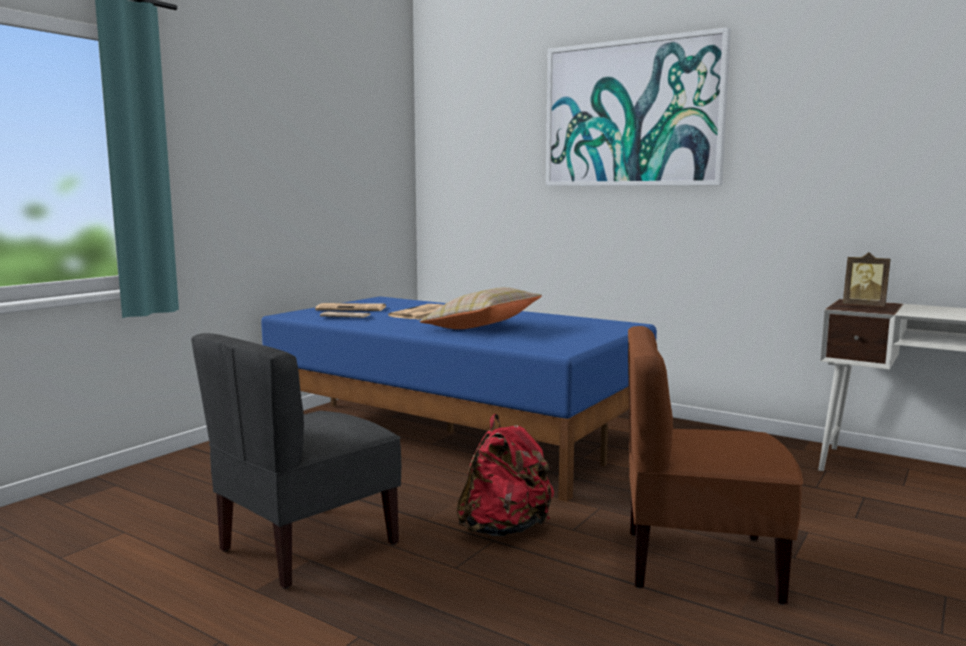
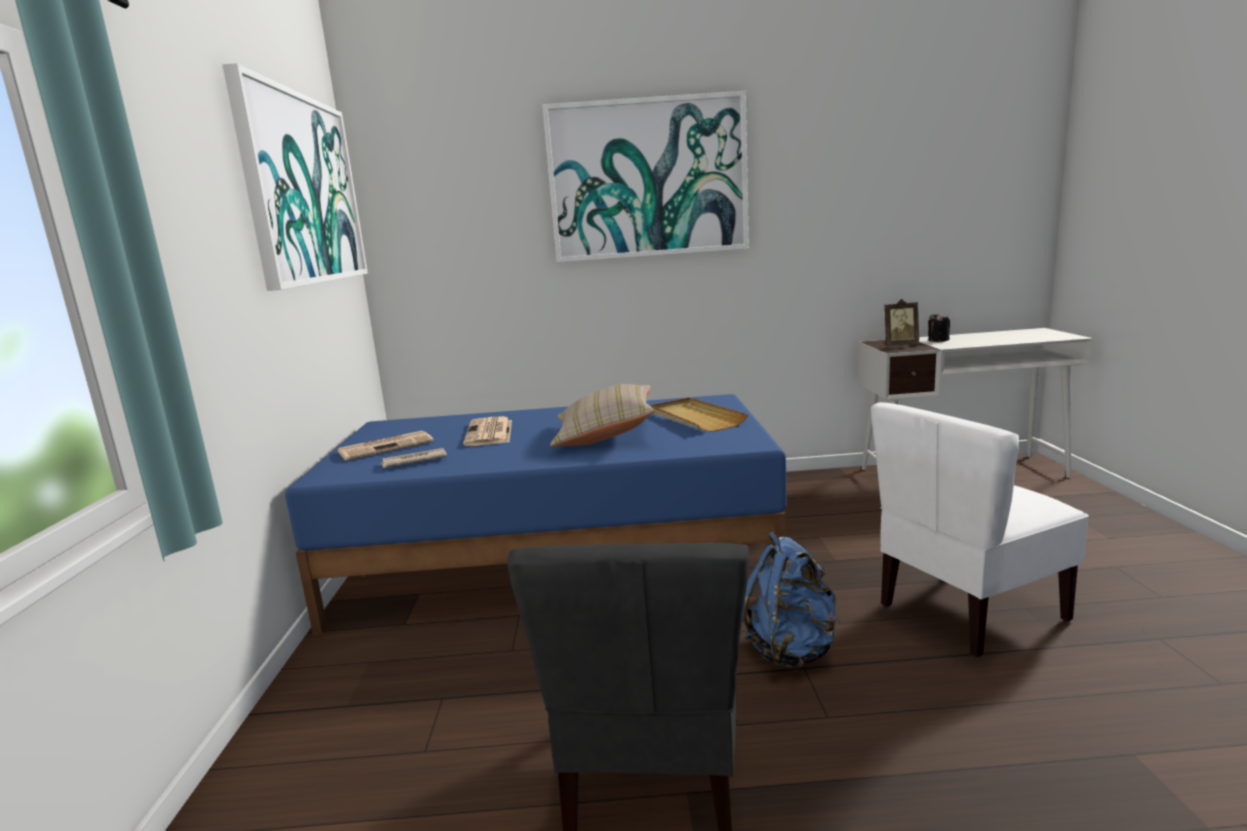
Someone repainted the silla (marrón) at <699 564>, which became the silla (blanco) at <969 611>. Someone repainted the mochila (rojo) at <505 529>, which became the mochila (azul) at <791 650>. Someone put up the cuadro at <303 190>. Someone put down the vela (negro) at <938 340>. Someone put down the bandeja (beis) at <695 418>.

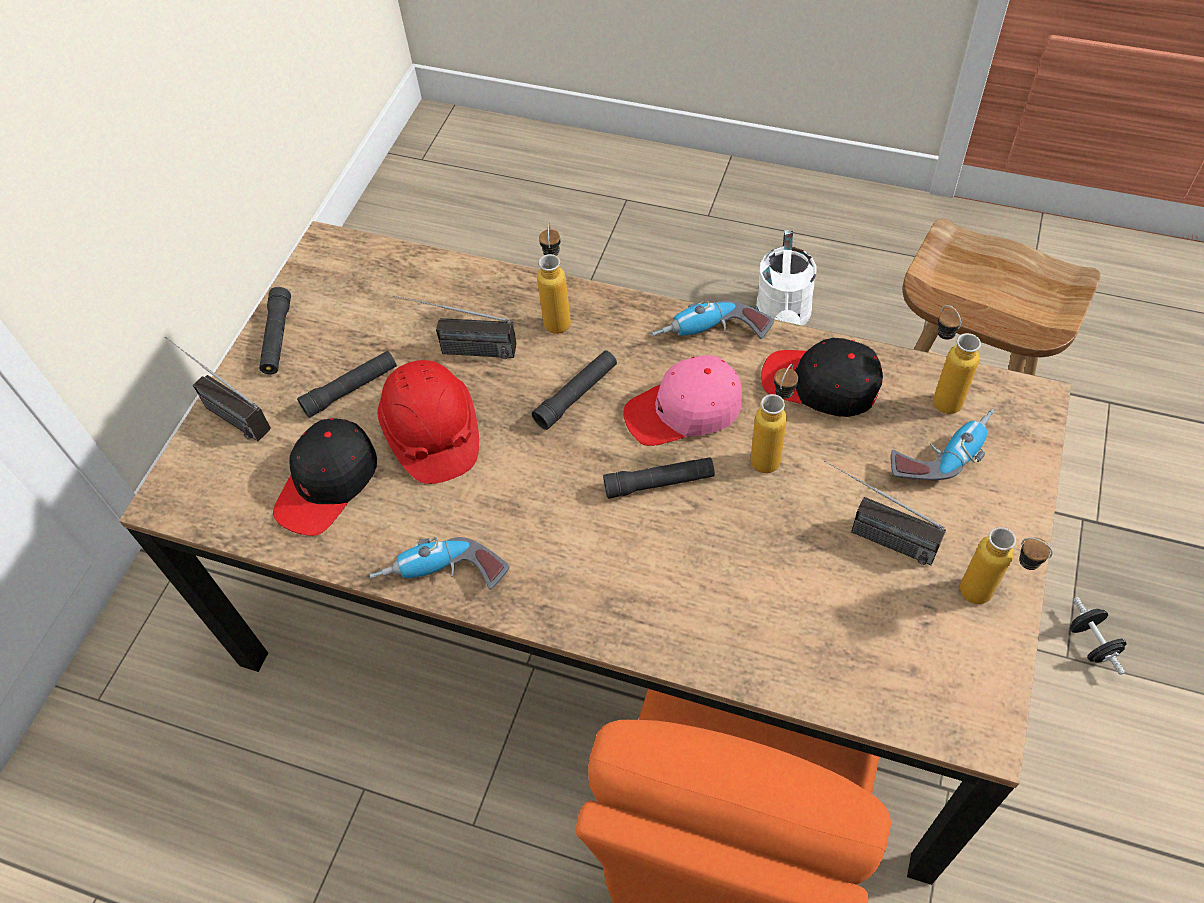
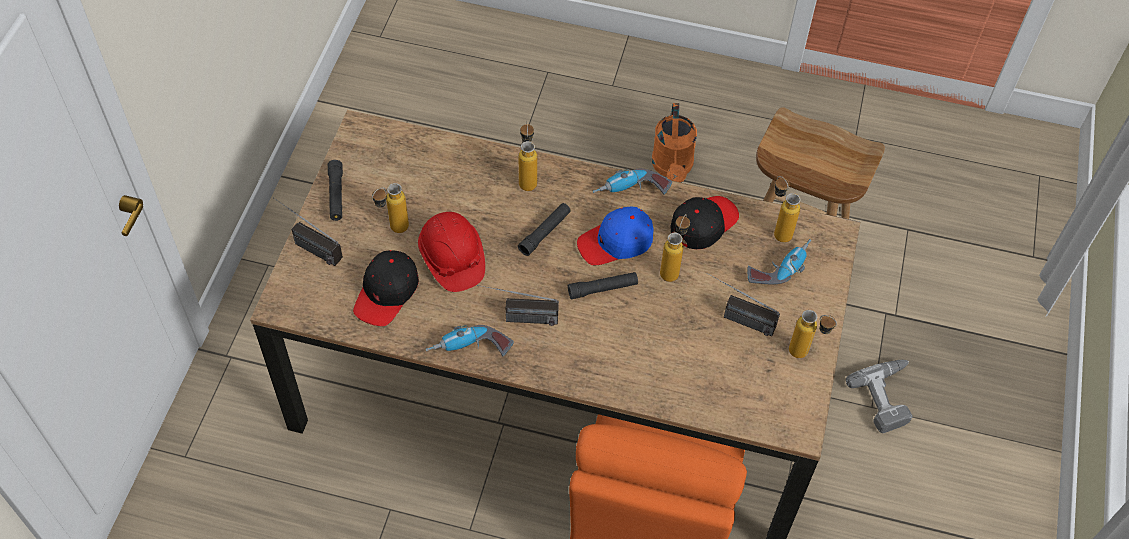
Someone repainted the regadera (blanco) at <783 319>, which became the regadera (naranja) at <672 168>. Someone carried the radio from <459 349> to <517 318>. Someone rotated the gorra (negro) at <821 384> by 120 degrees clockwise. Someone swapped the linterna (negro) at <351 389> for the botella at <393 230>. Someone repainted the gorra (rosa) at <684 411>, which became the gorra (azul) at <616 242>. Someone swapped the mancuerna (negro) at <1091 643> for the taladro at <888 397>.

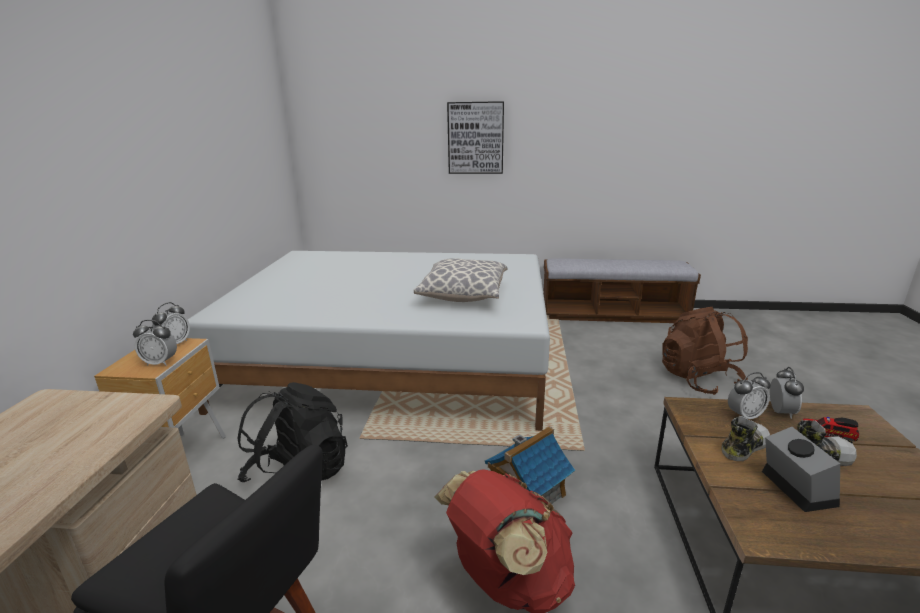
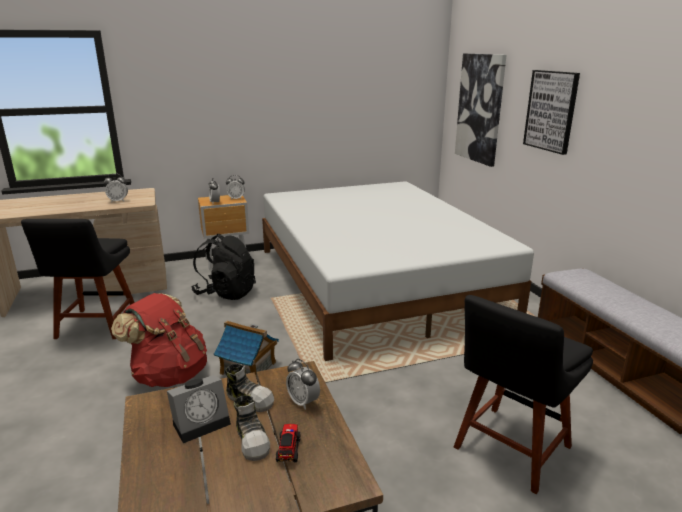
Someone took away the cojín at <463 296>. Someone swapped the mochila (marrón) at <698 379> for the silla (negro) at <509 450>. Someone carried the despertador from <780 412> to <118 201>. Someone put up the cuadro at <480 108>.

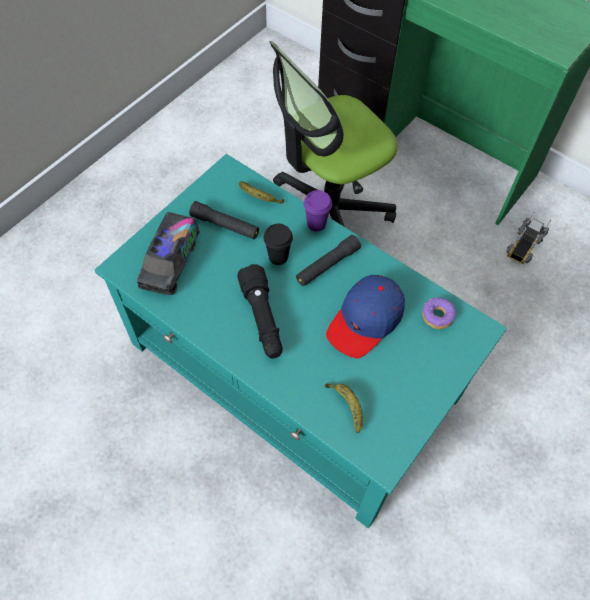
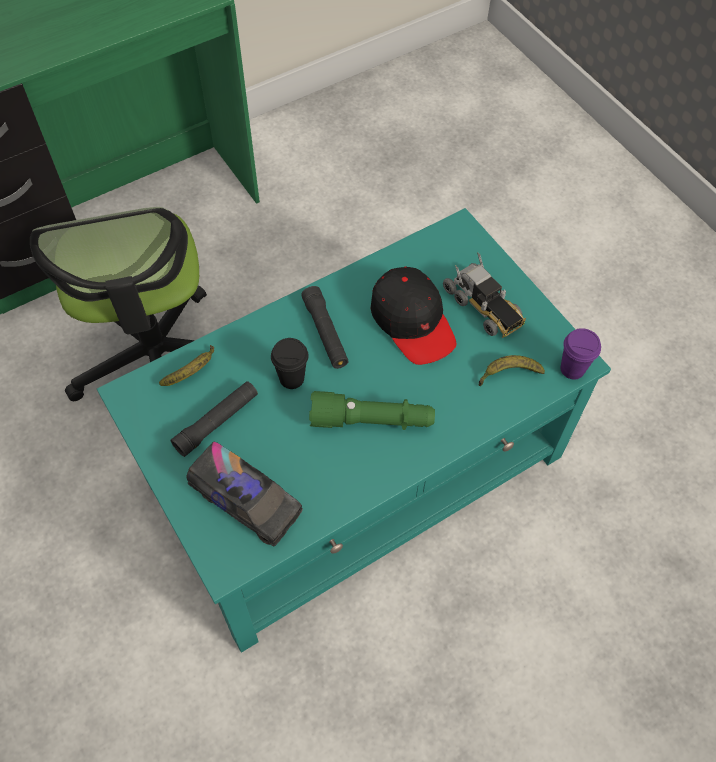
Someone carried the taza (morado) from <316 224> to <572 369>. Someone carried the camión de juguete from <524 245> to <483 307>. Someone repainted the linterna (negro) at <262 319>, which became the linterna (verde) at <372 421>. Someone repainted the gorra (azul) at <365 321>, which became the gorra (negro) at <412 322>. Someone took away the rosquilla at <437 316>.

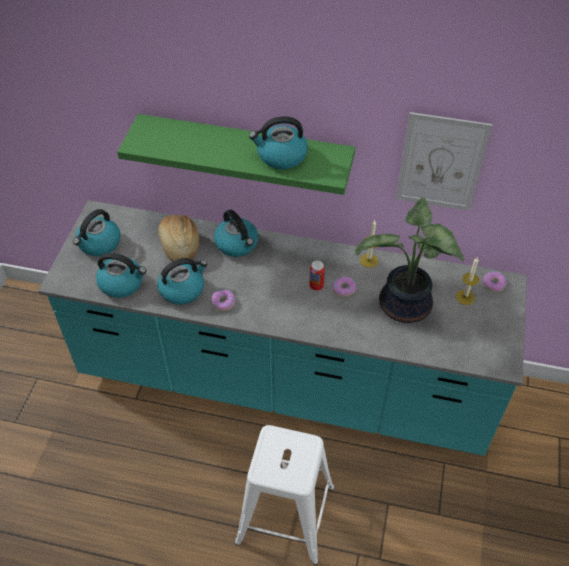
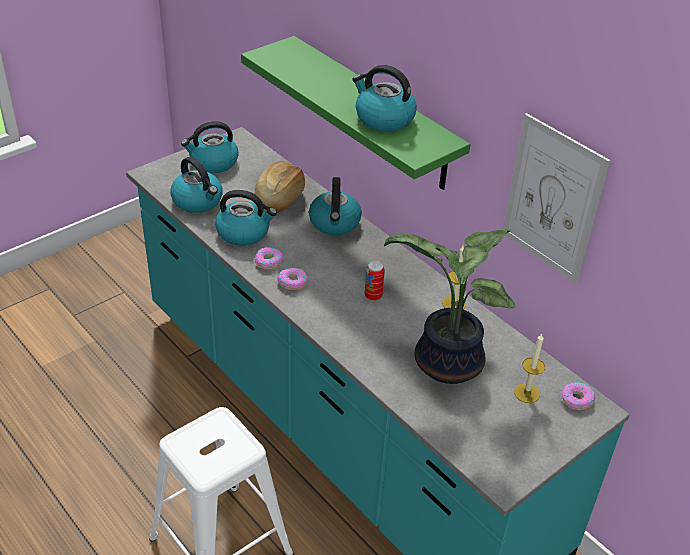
Someone carried the rosquilla from <343 289> to <292 282>.

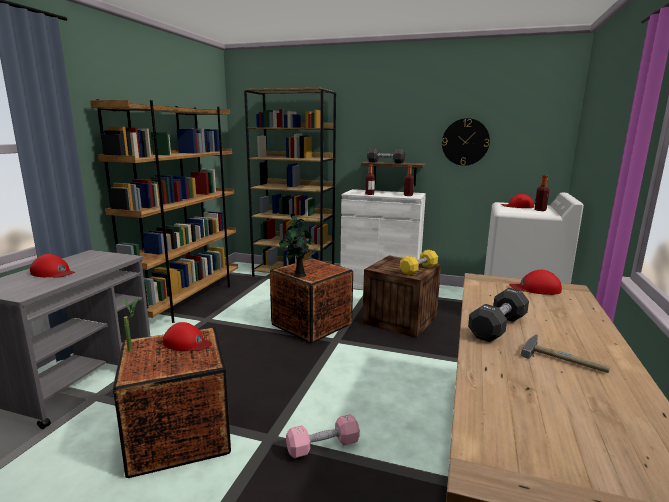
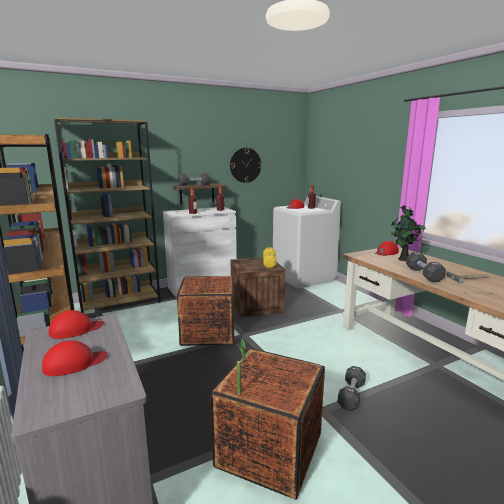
Someone carried the planta en maceta from <298 275> to <403 259>. Someone carried the gorra (rojo) from <187 343> to <76 329>. Someone repainted the mancuerna (rosa) at <323 446>, which became the mancuerna (negro) at <351 395>.

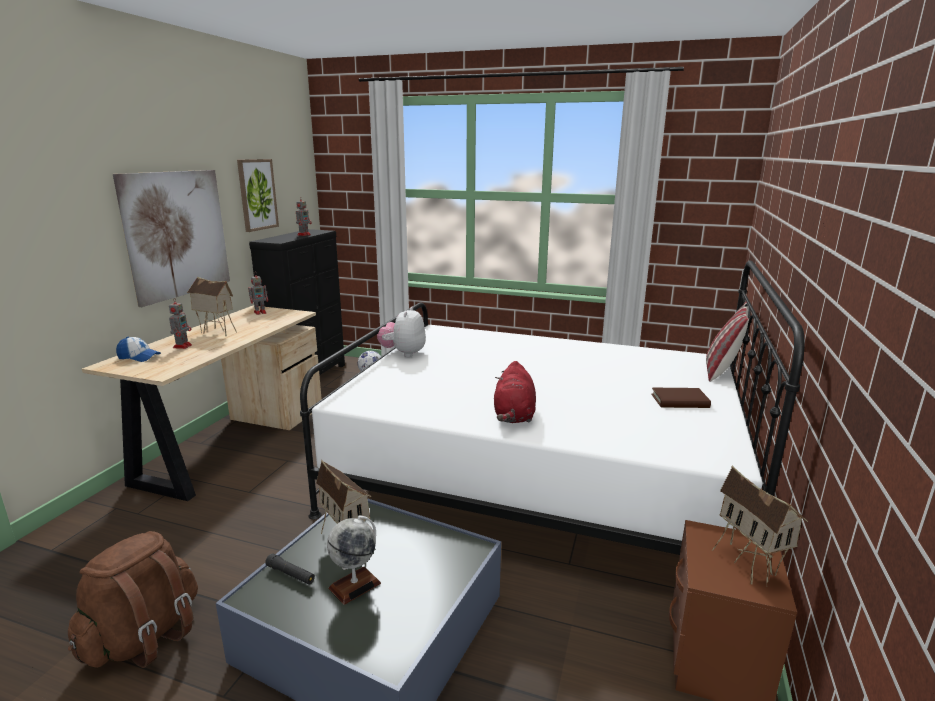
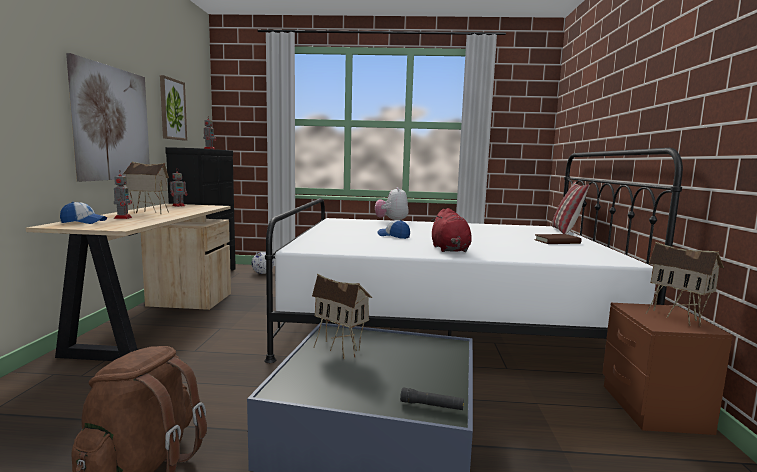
Someone carried the peluche from <403 353> to <391 221>. Someone took away the globo terráqueo at <355 585>. Someone carried the linterna (negro) from <290 574> to <431 405>. Someone put down the gorra at <393 236>.

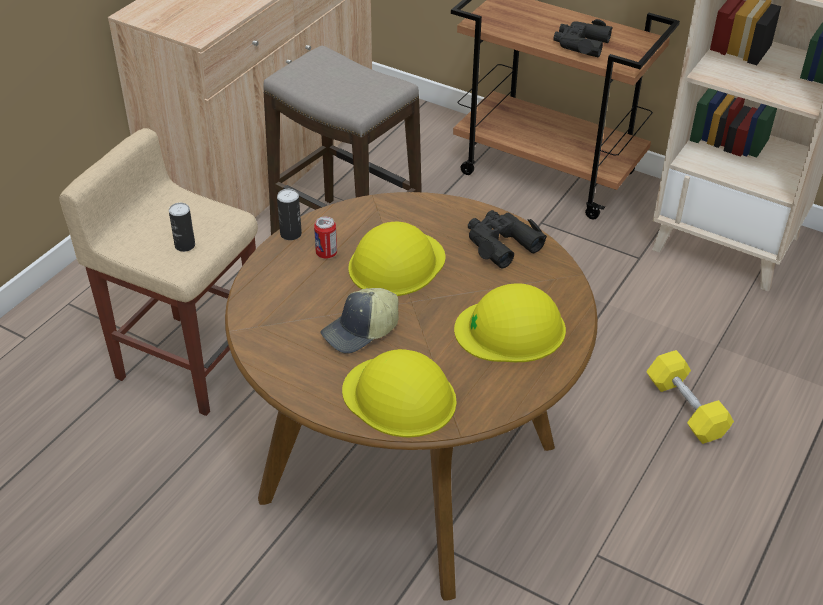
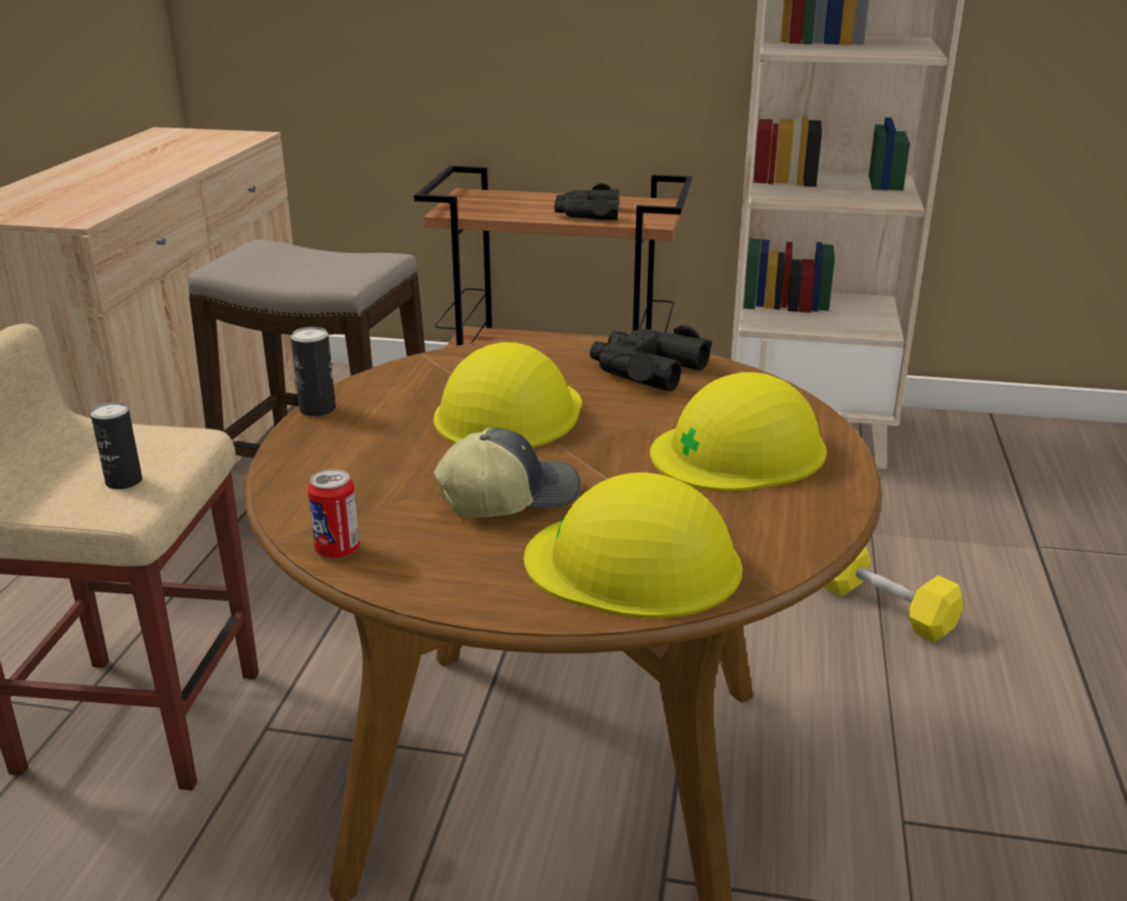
Someone carried the lata from <326 253> to <337 550>. Someone rotated the gorra at <361 331> by 150 degrees counterclockwise.

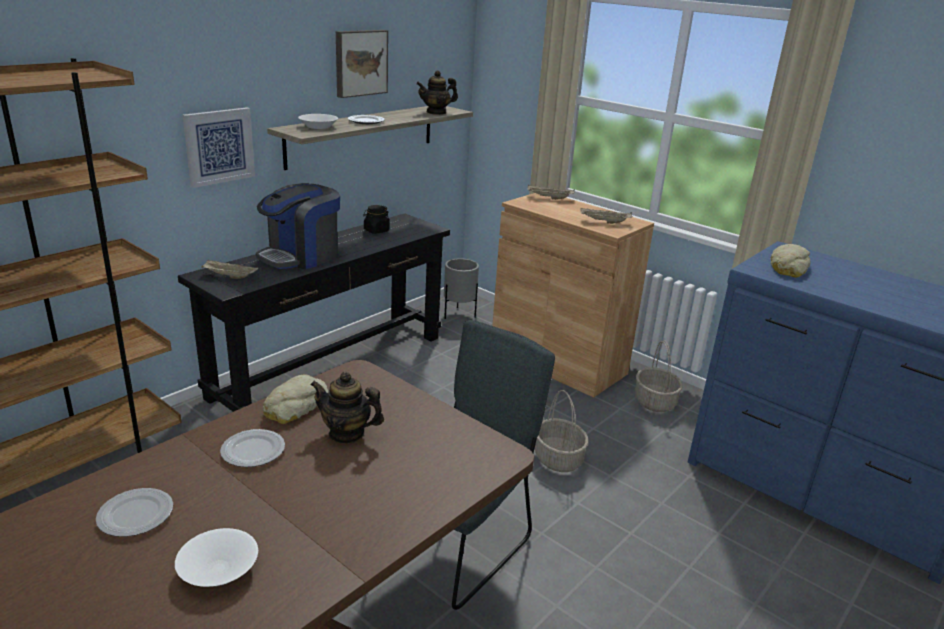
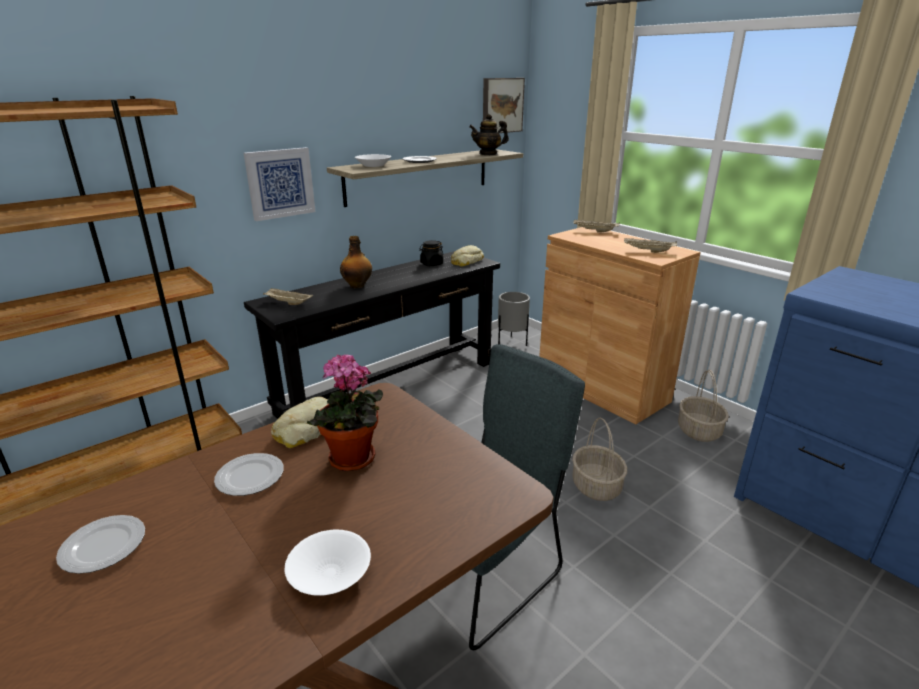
Someone carried the cuadro from <360 62> to <501 105>. Someone swapped the cafetera at <301 256> for the botella at <357 286>. Someone carried the pan from <788 267> to <466 261>. Someone swapped the tetera at <347 433> for the planta en maceta at <352 461>. Someone carried the cuenco (blanco) from <219 570> to <331 574>.

